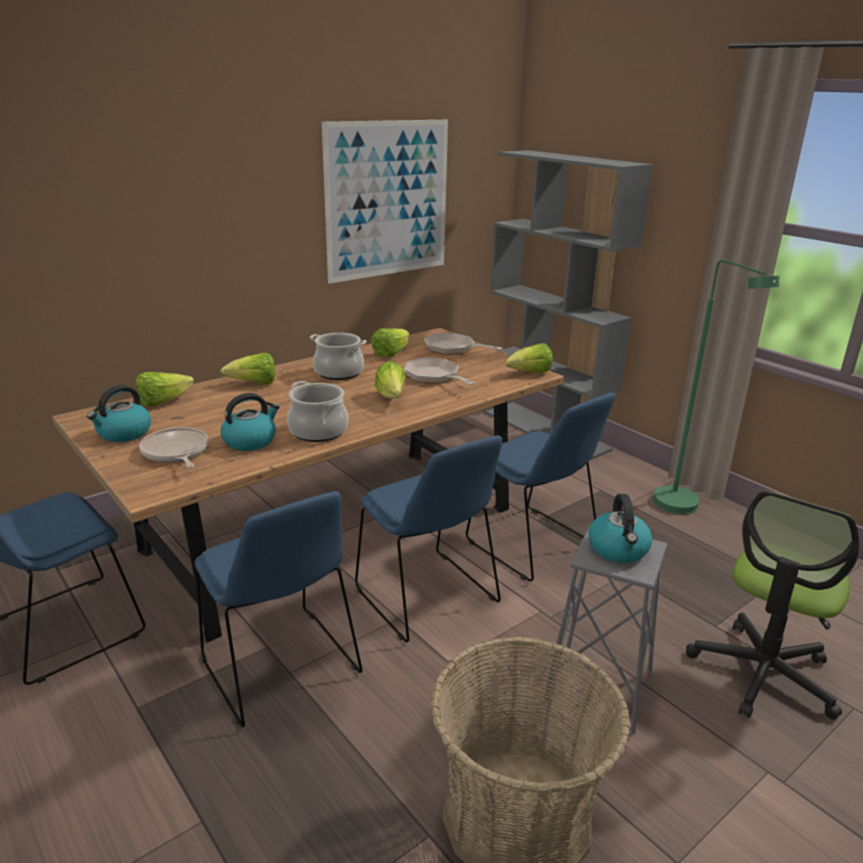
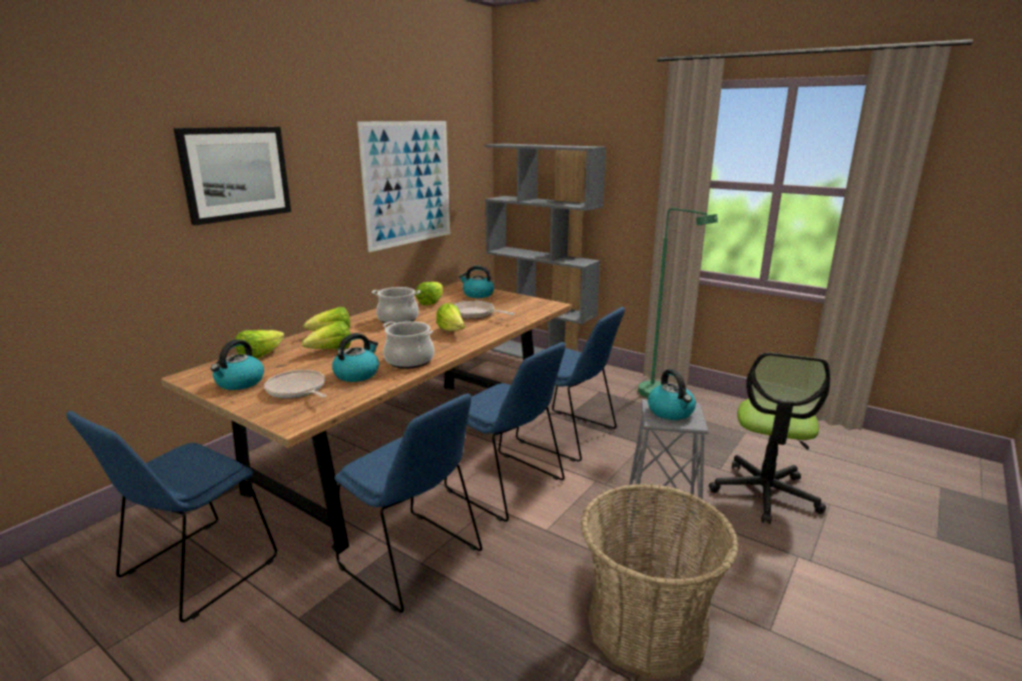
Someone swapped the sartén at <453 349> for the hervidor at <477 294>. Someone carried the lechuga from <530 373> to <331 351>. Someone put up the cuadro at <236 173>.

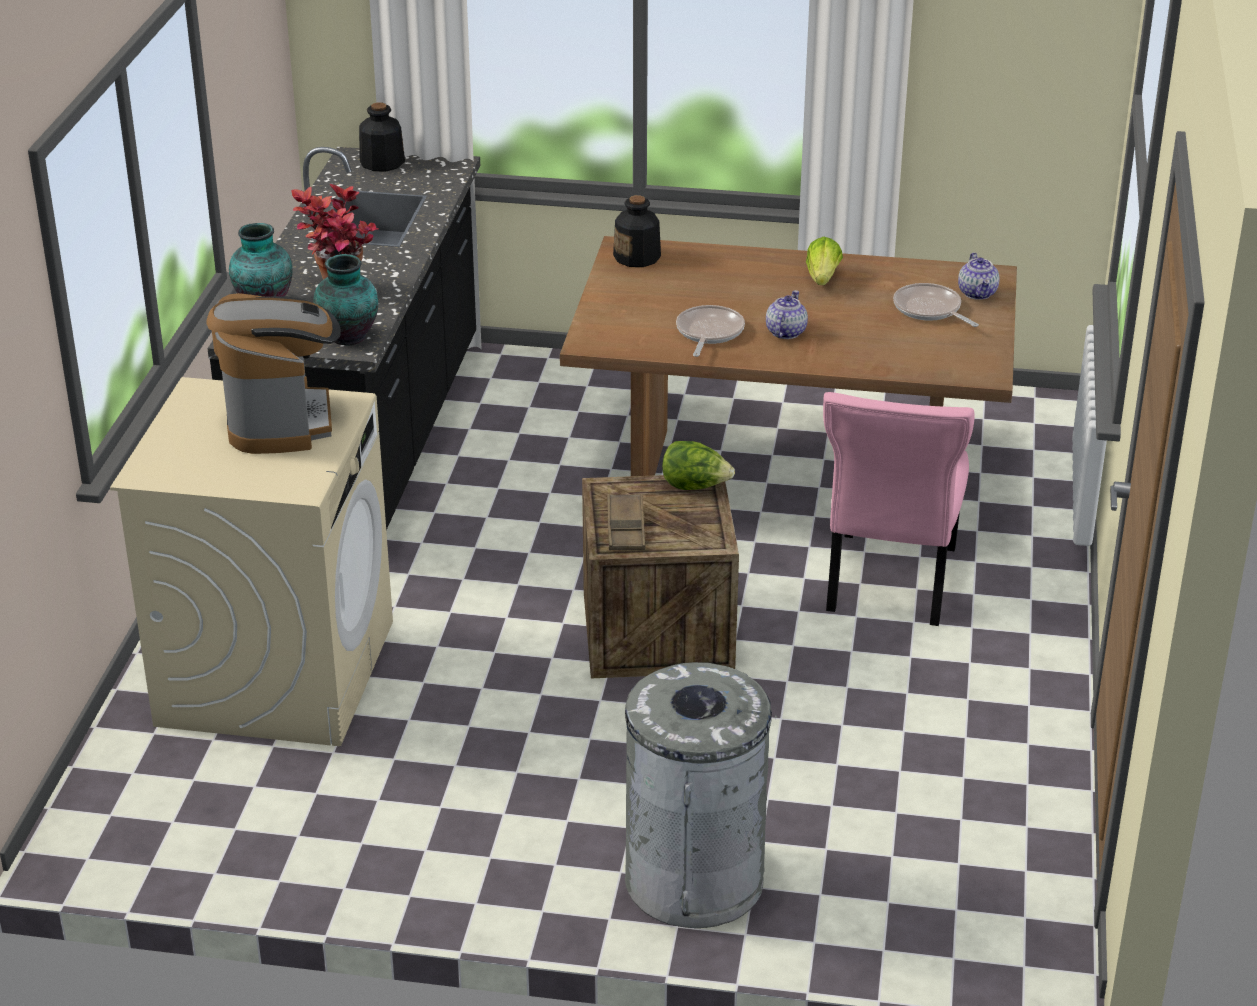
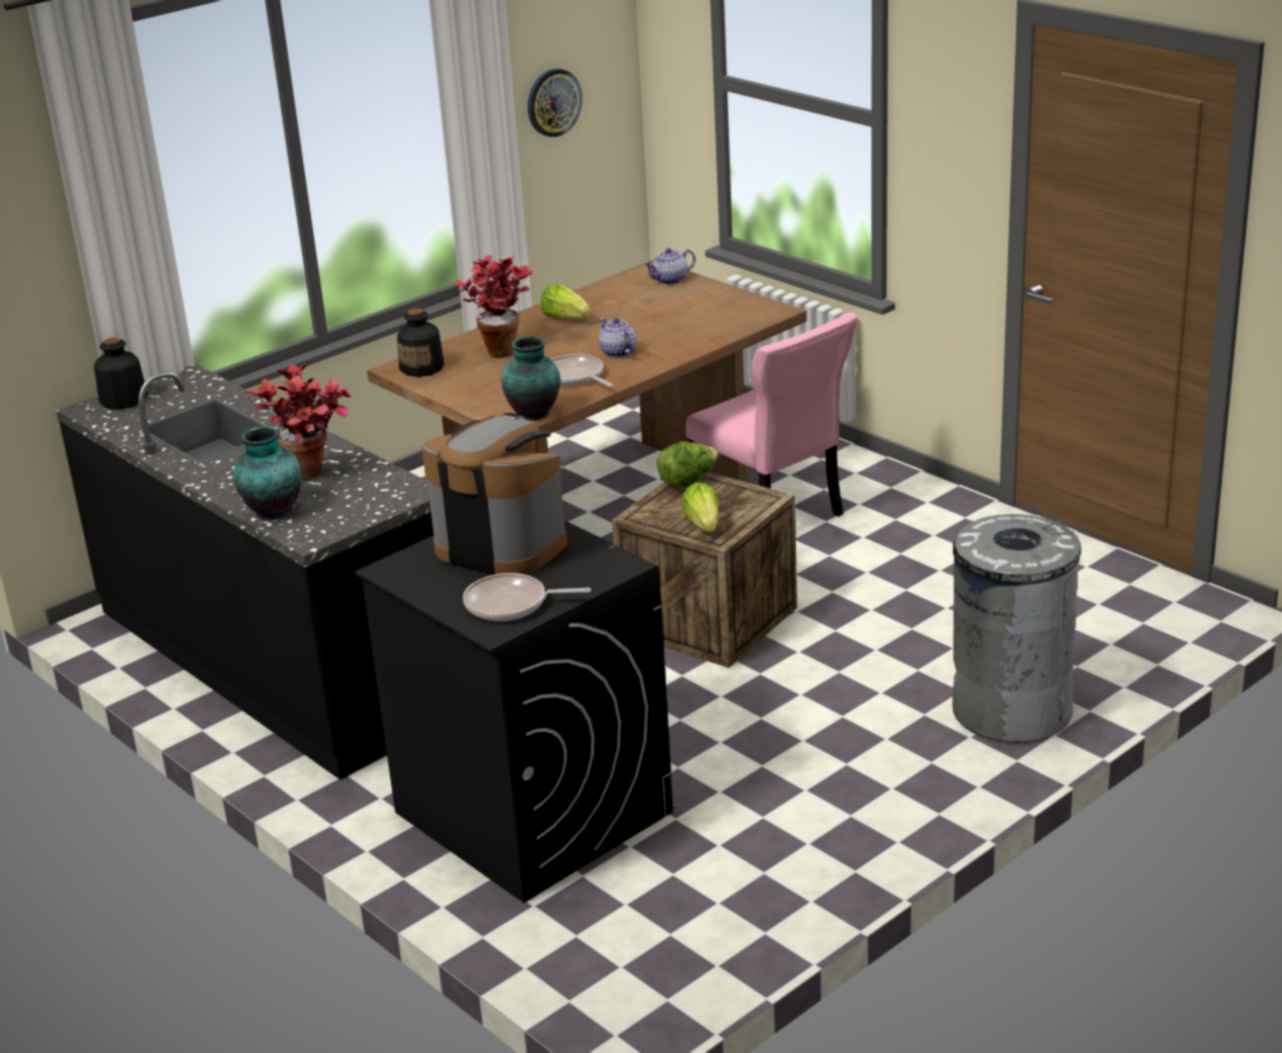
Someone rotated the tetera at <978 293> by 120 degrees clockwise. Someone carried the florero from <349 338> to <535 413>. Someone carried the sartén from <929 310> to <511 604>. Someone repainted the lavadora (beis) at <276 672>, which became the lavadora (negro) at <531 811>. Someone swapped the bandeja (marrón) at <626 528> for the lechuga at <703 524>. Someone put up the reloj de pared at <553 102>. Someone put down the planta en maceta at <500 349>.

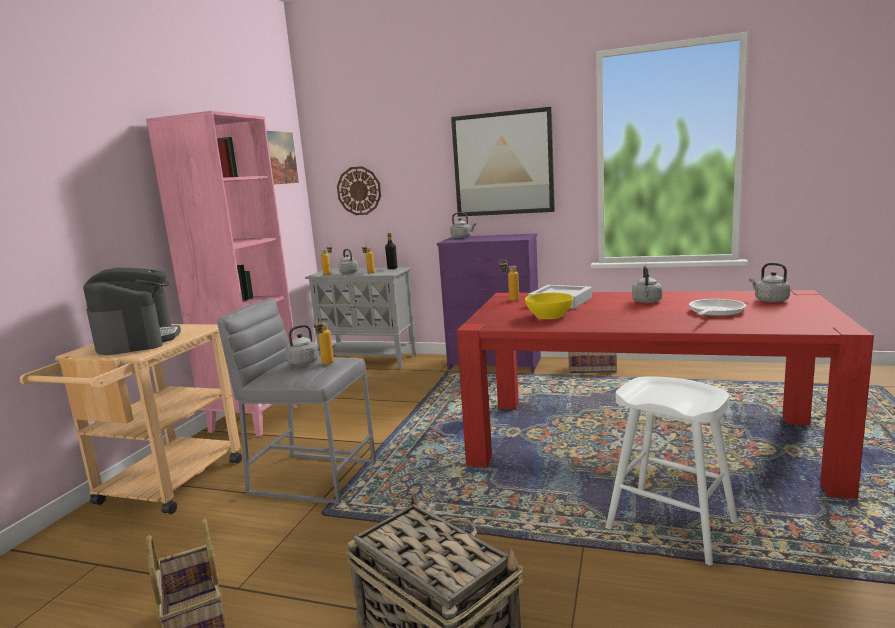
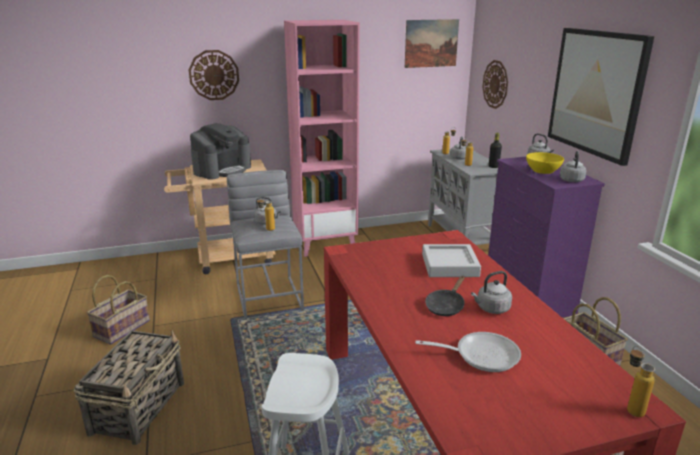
Someone carried the botella from <510 299> to <630 407>. Someone carried the hervidor (gris) from <769 300> to <571 180>. Someone carried the cuenco (amarillo) from <549 316> to <542 170>. Someone put up the reloj de pared at <214 75>. Someone put down the sartén (negro) at <446 306>.

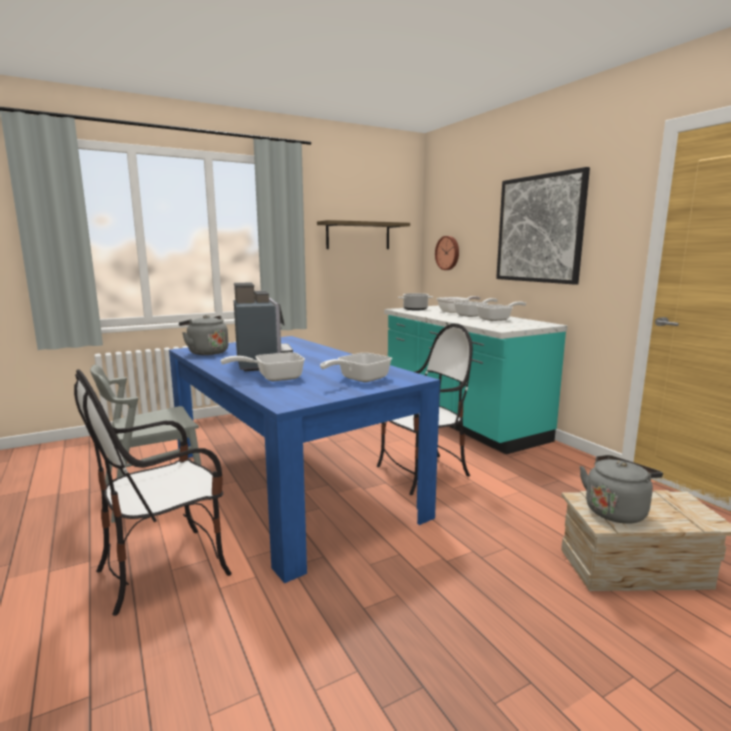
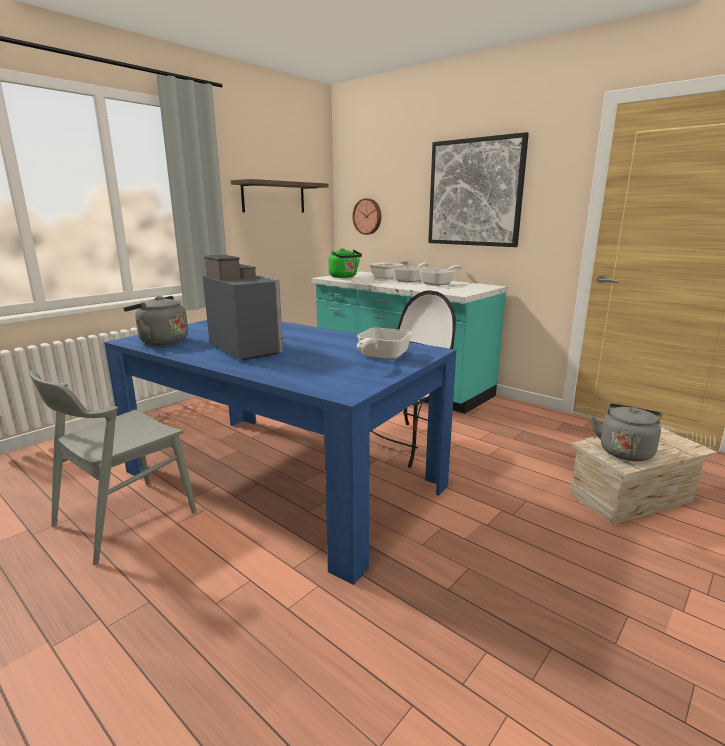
Someone swapped the olla at <415 309> for the hervidor (verde) at <344 277>. Someone took away the sartén at <273 378>. Someone took away the silla at <165 568>.

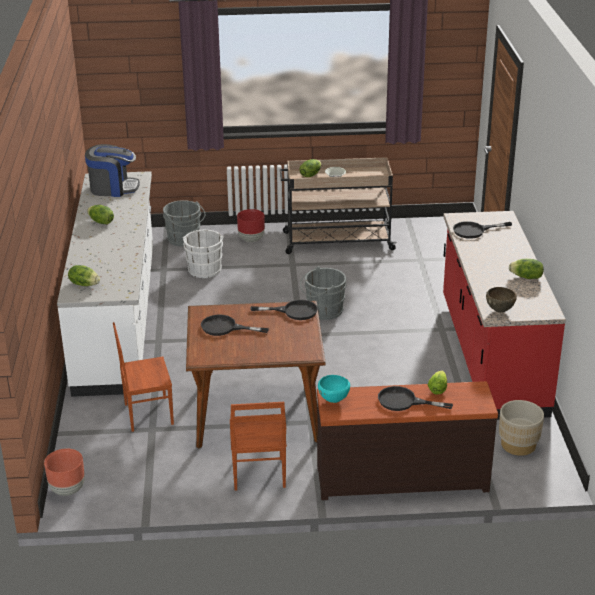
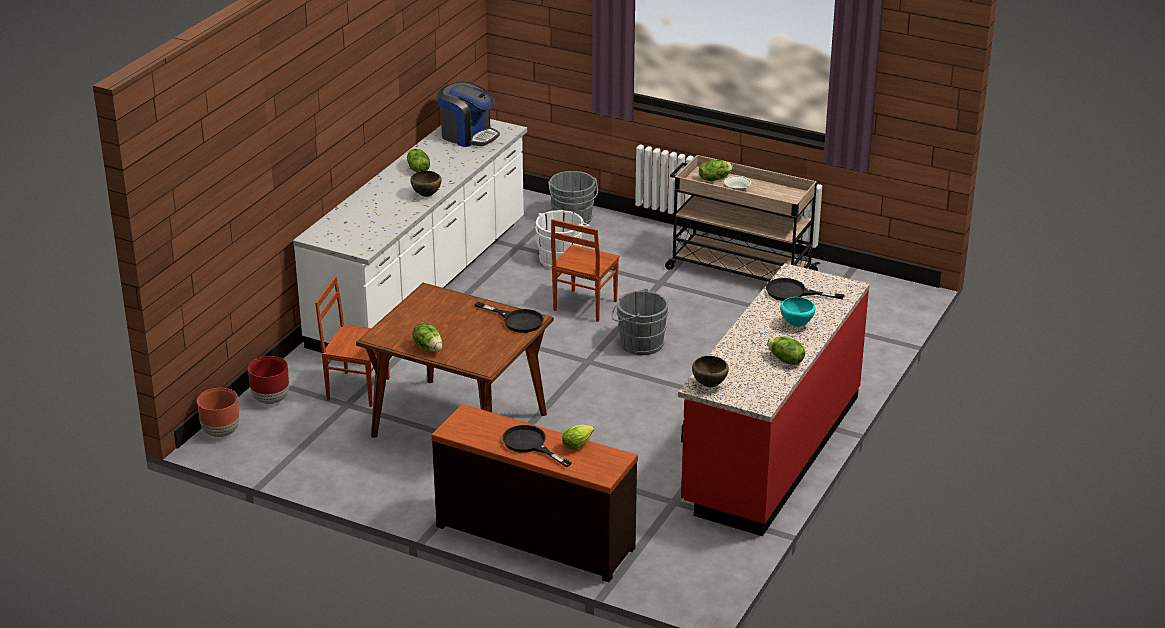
Someone carried the maceta (rojo) from <251 239> to <270 399>. Someone carried the lechuga from <84 284> to <429 347>. Someone took away the sartén (negro) at <225 328>. Someone carried the cuenco (turquesa) from <334 400> to <797 325>. Someone took away the maceta (beis) at <518 445>. Someone carried the silla (marrón) from <258 475> to <583 306>. Someone put down the cuenco (marrón) at <427 195>.

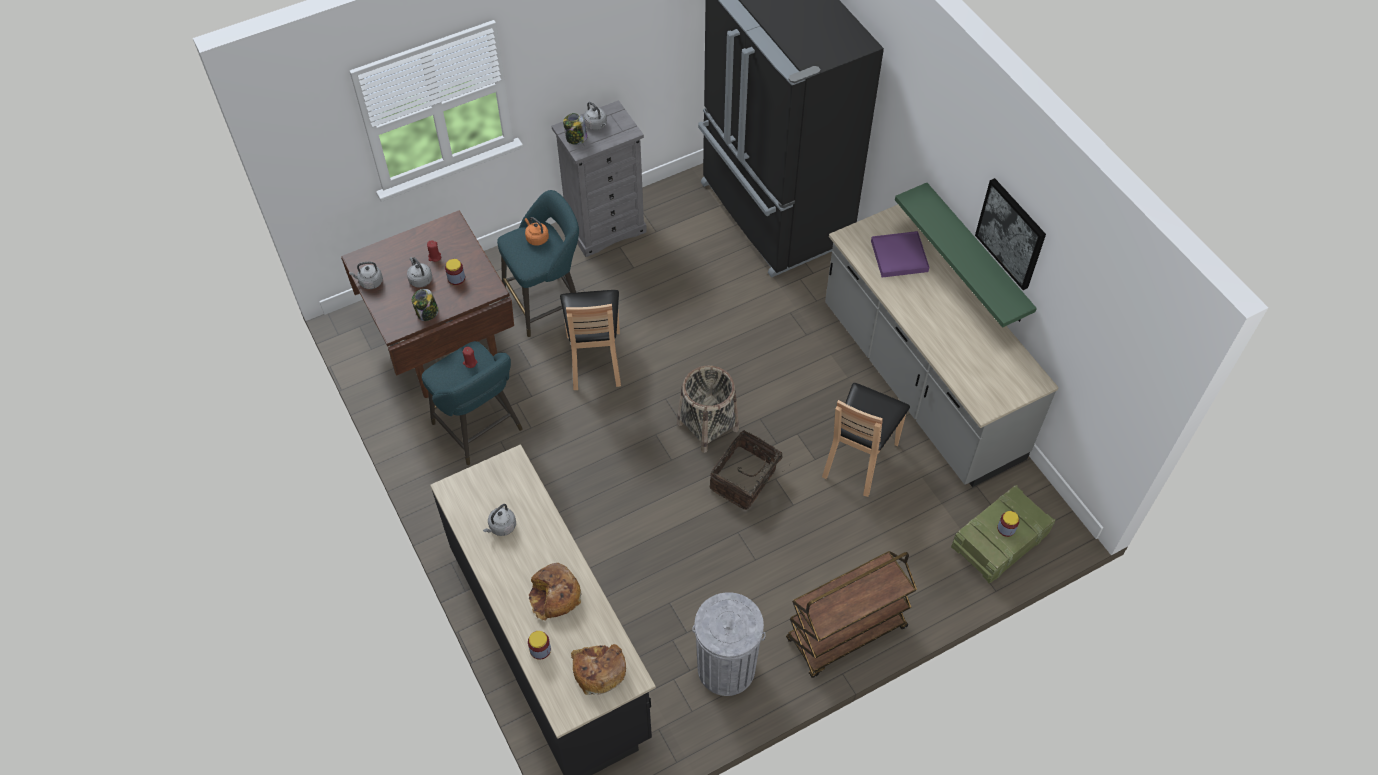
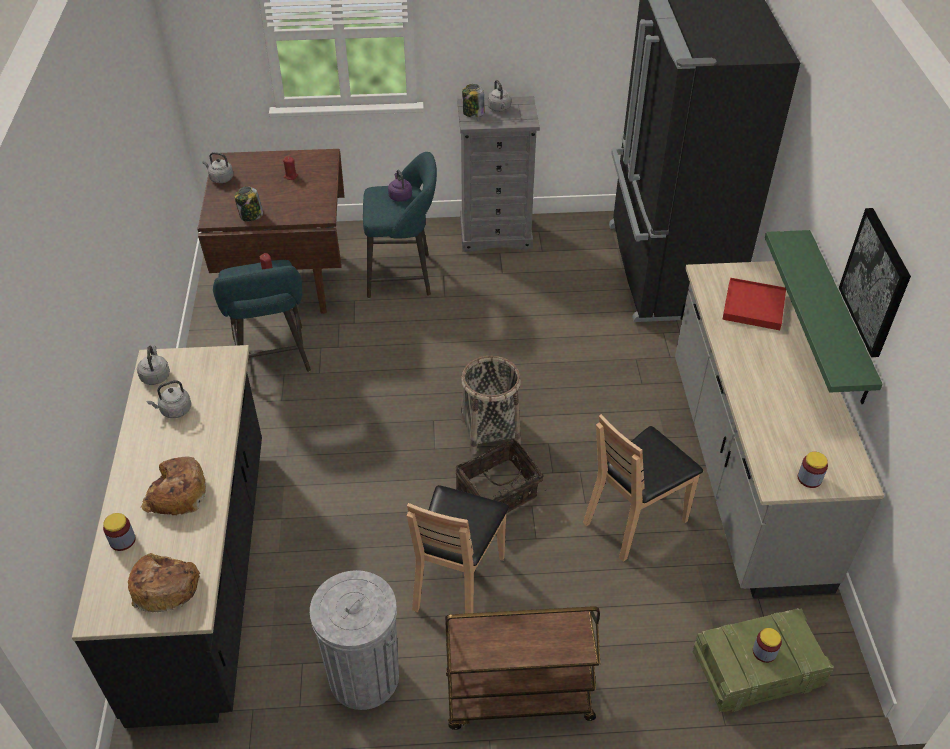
Someone repainted the hervidor (naranja) at <536 238>, which became the hervidor (morado) at <400 196>. Someone repainted the bandeja (morado) at <899 256>, which became the bandeja (rojo) at <753 306>. Someone carried the hervidor (gris) from <420 279> to <155 375>. Someone carried the tarro from <456 278> to <809 478>. Someone carried the silla (marrón) from <595 359> to <457 581>.

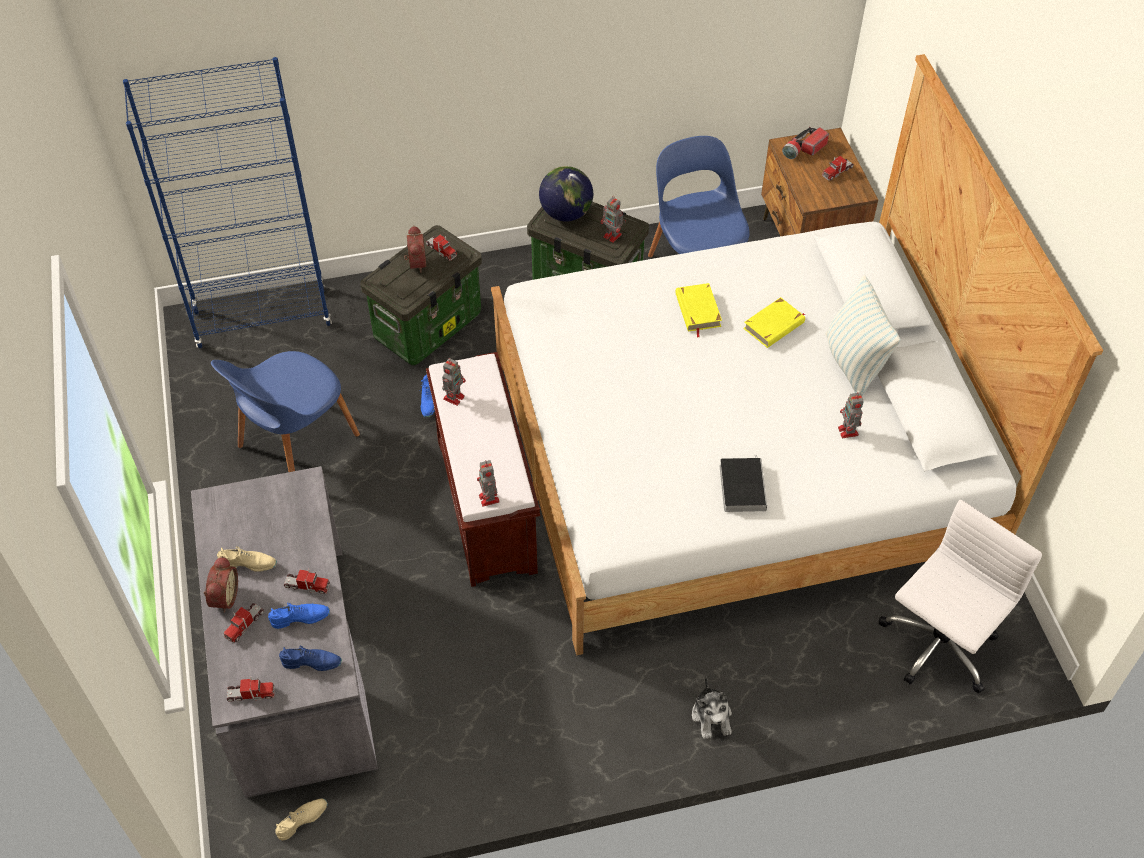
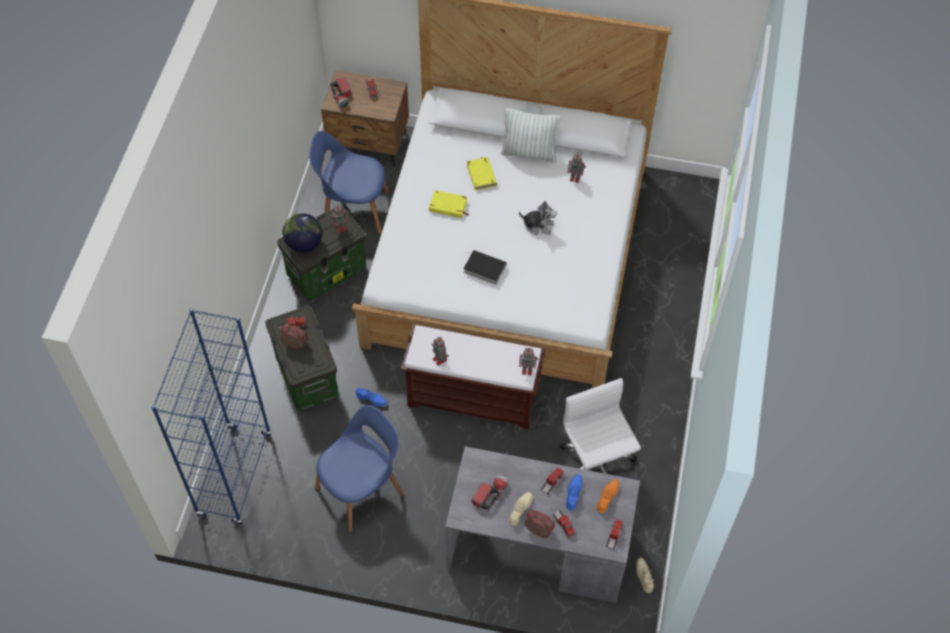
Someone rotated the silla (azul) at <296 443> by 105 degrees counterclockwise. Someone carried the libro from <741 485> to <483 268>. Someone carried the silla de oficina (blanco) from <936 646> to <596 465>. Someone repainted the zapato (azul) at <312 662>, which became the zapato (naranja) at <607 497>. Someone carried the peluche from <712 716> to <538 225>. Someone put down the linterna at <490 494>.

